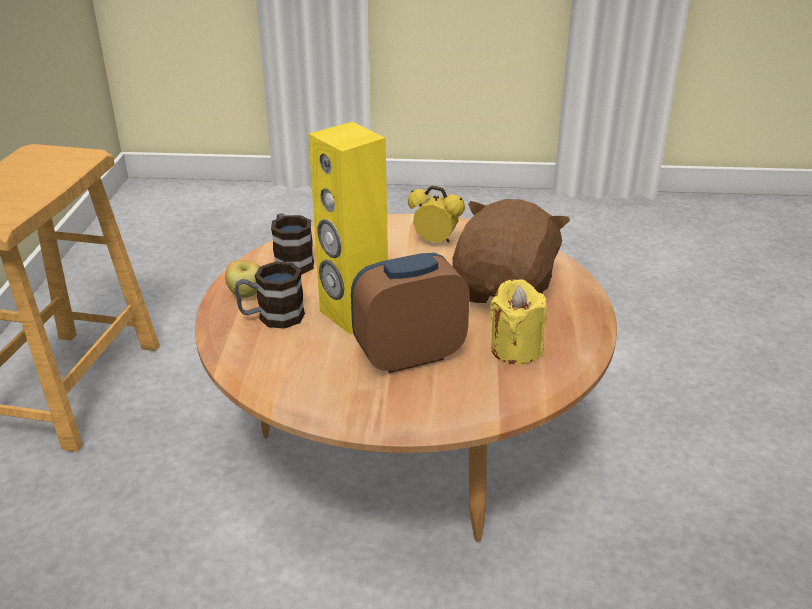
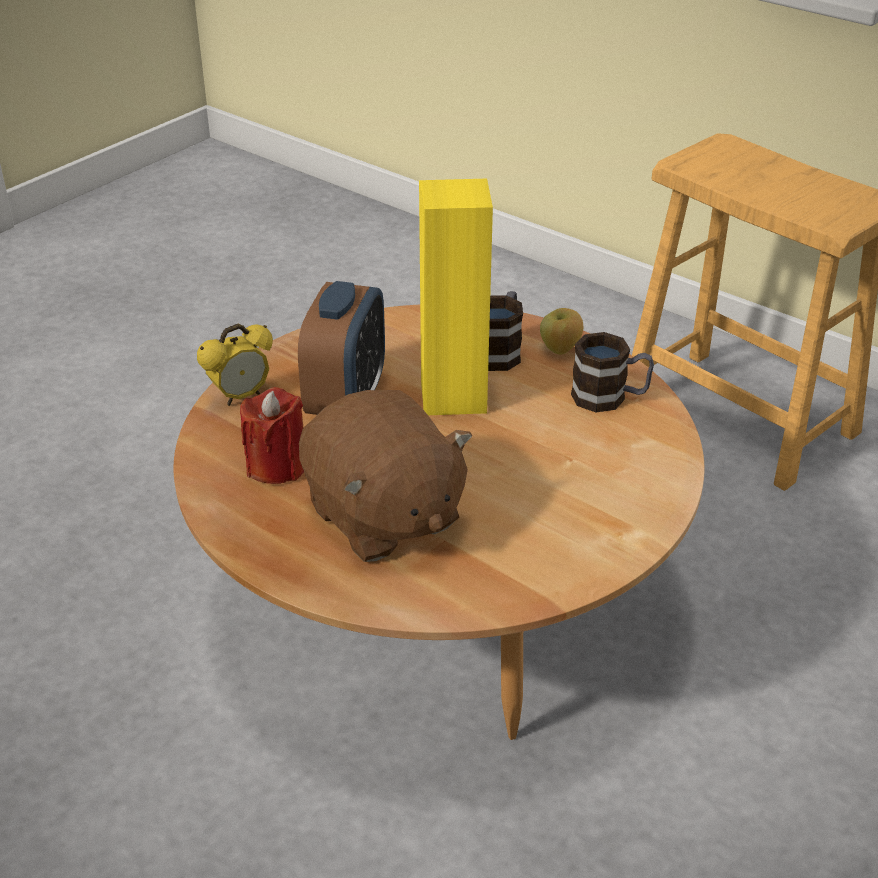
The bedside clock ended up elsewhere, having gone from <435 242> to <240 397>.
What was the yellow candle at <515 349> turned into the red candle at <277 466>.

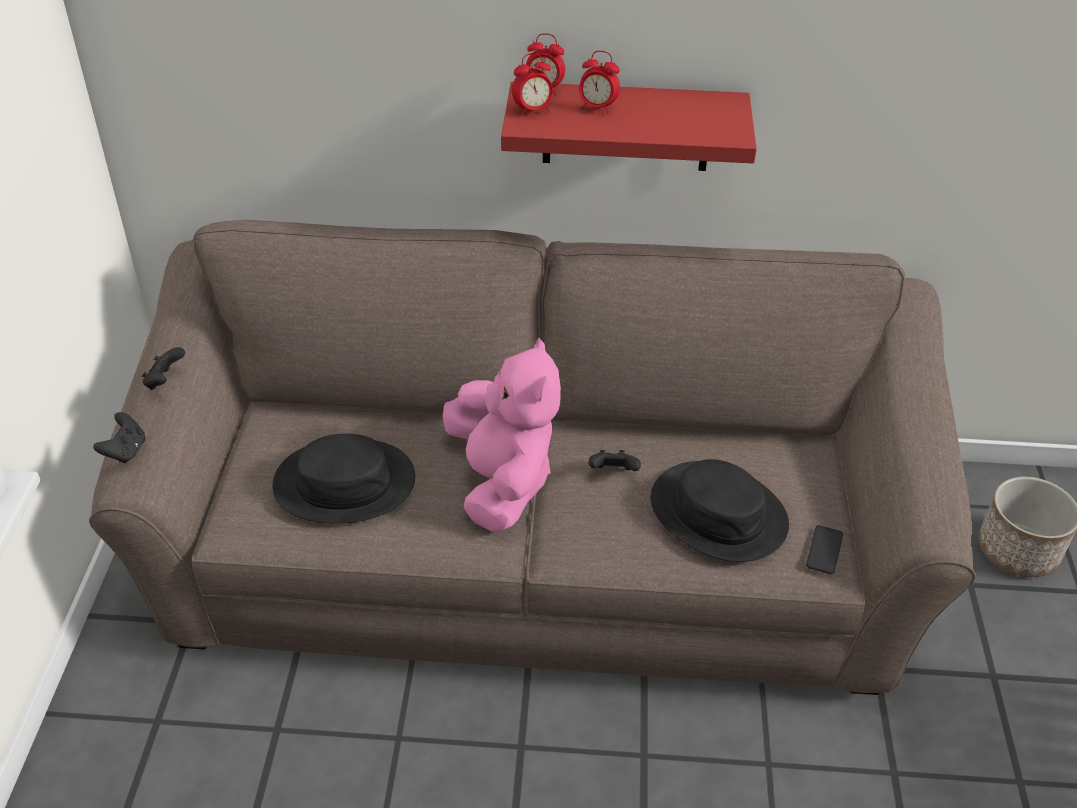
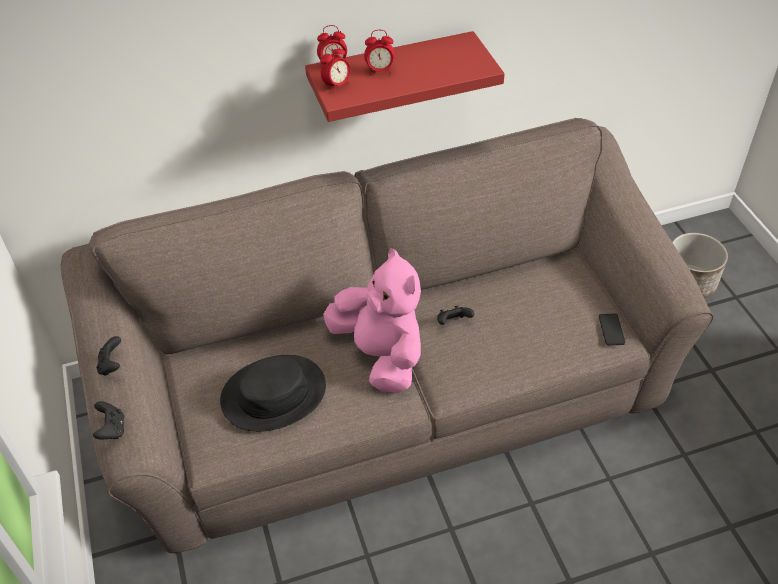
The second view lost the black-coloured hat at <718 513>.

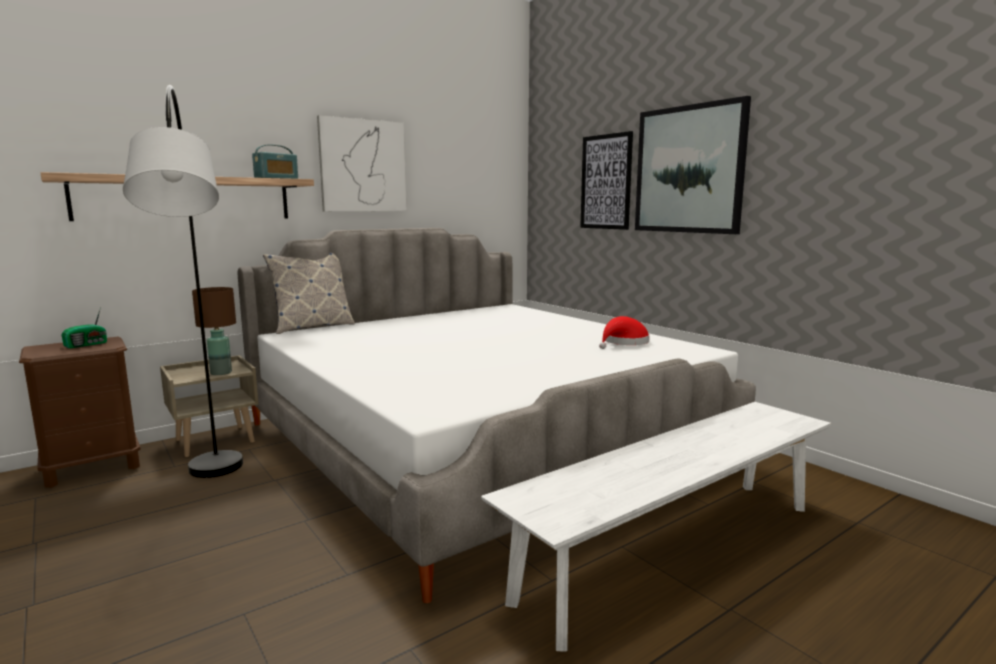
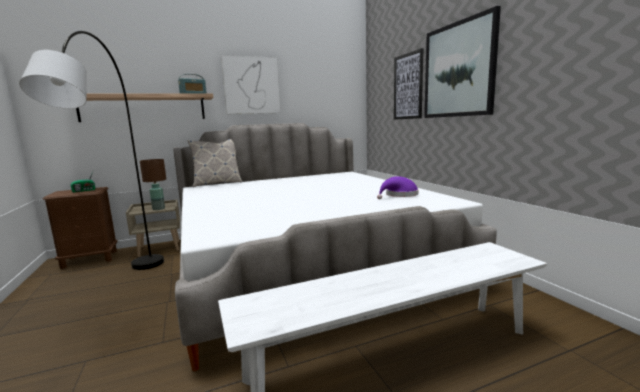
What was the red hat at <624 343> turned into the purple hat at <399 195>.

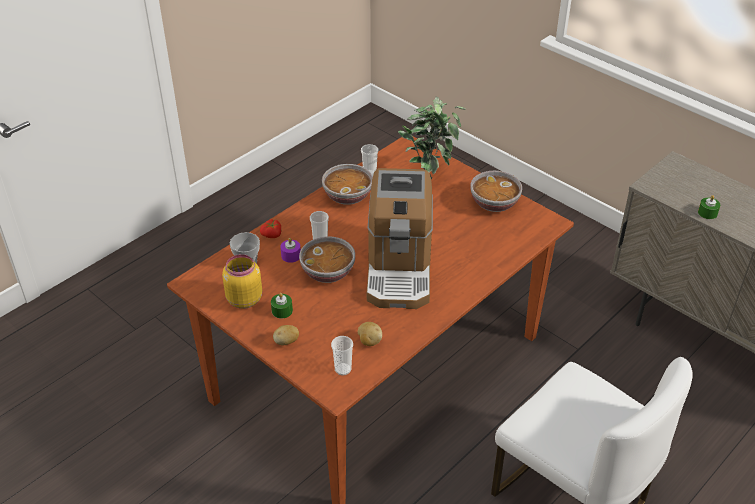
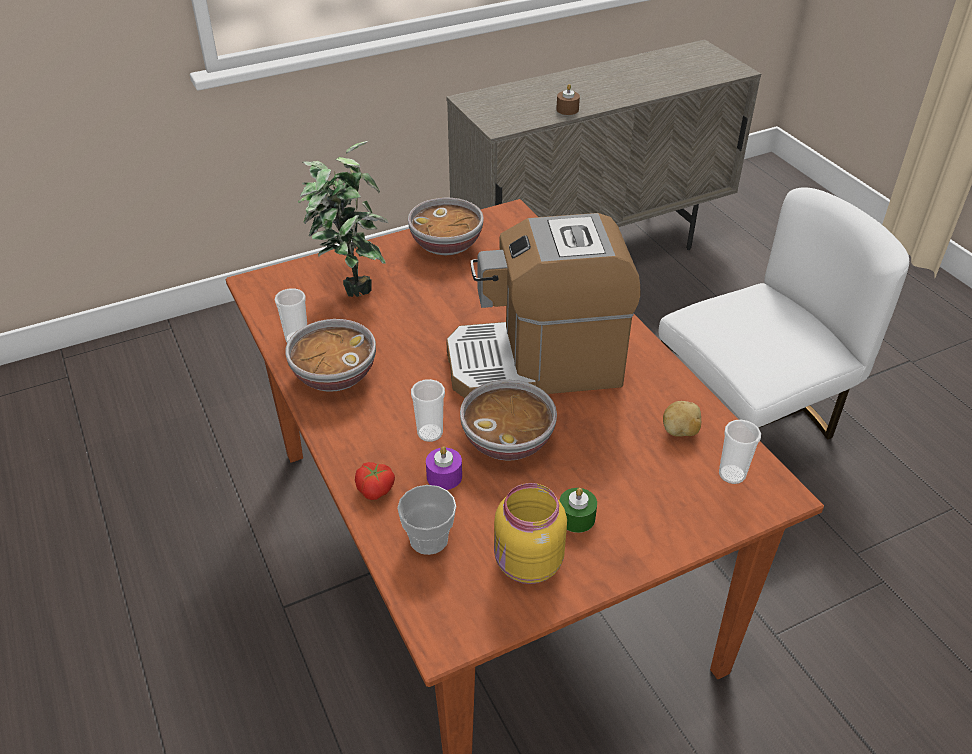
The coffee machine at <399 269> ended up facing another way, 150 degrees clockwise from before.
What was the greenish candle at <707 213> turned into the brown-coloured candle at <567 109>.
The second view lost the whole potato at <286 342>.

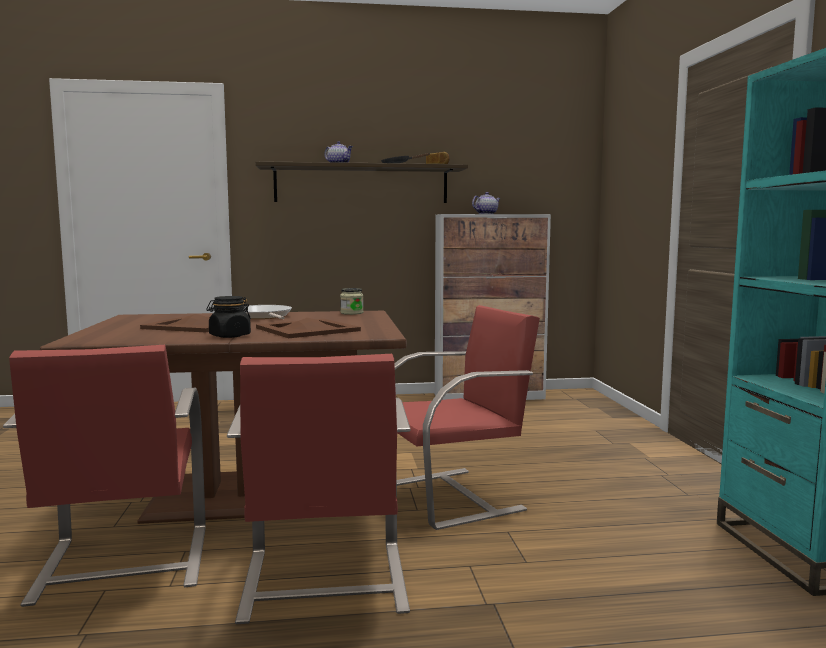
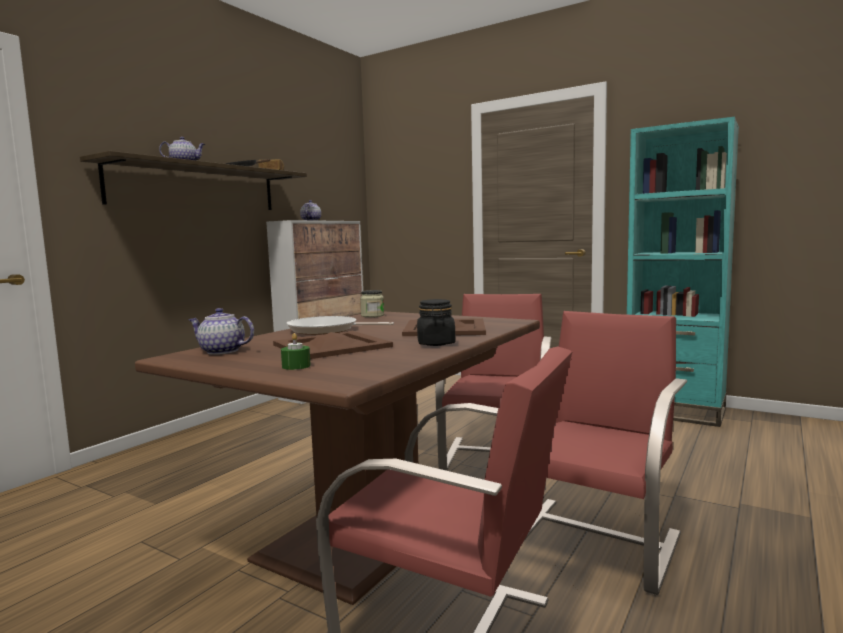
The second view gained the teapot at <221 351>.
The second view gained the greenish candle at <296 366>.
The red plain chair at <323 583> ended up facing another way, 90 degrees counterclockwise from before.

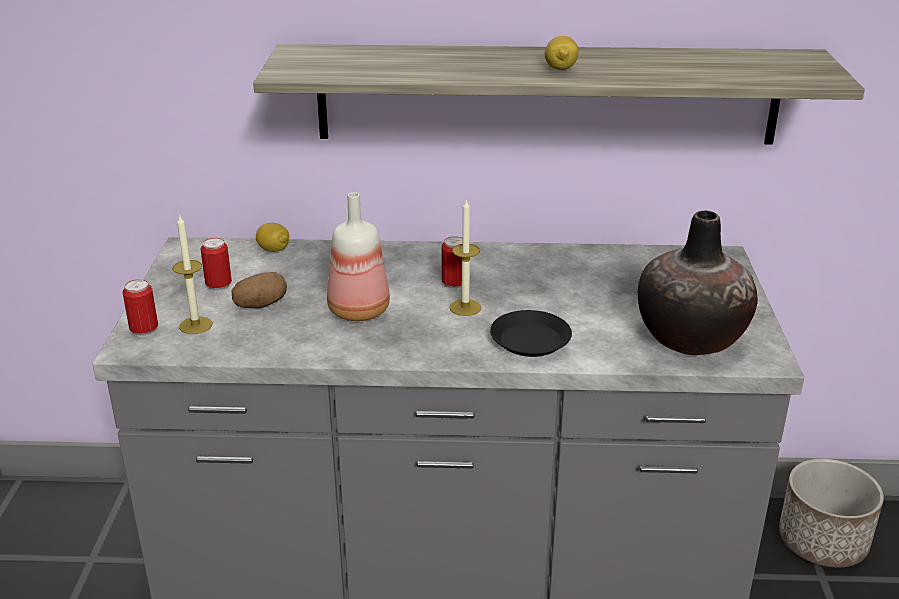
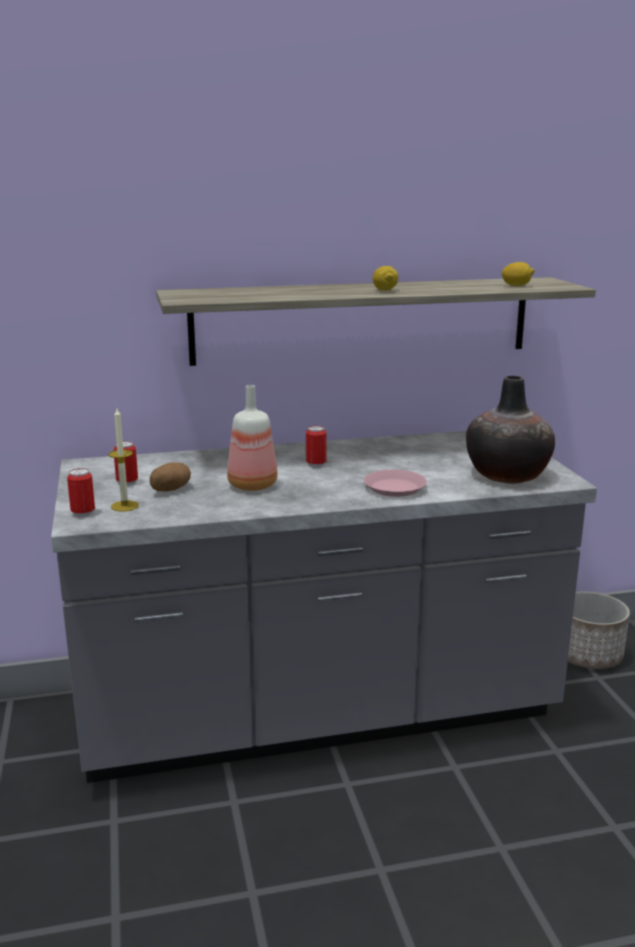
What was the black-coloured plate at <530 339> turned into the pink plate at <394 488>.
The lemon ended up elsewhere, having gone from <273 250> to <516 286>.
The second view lost the candle at <465 307>.

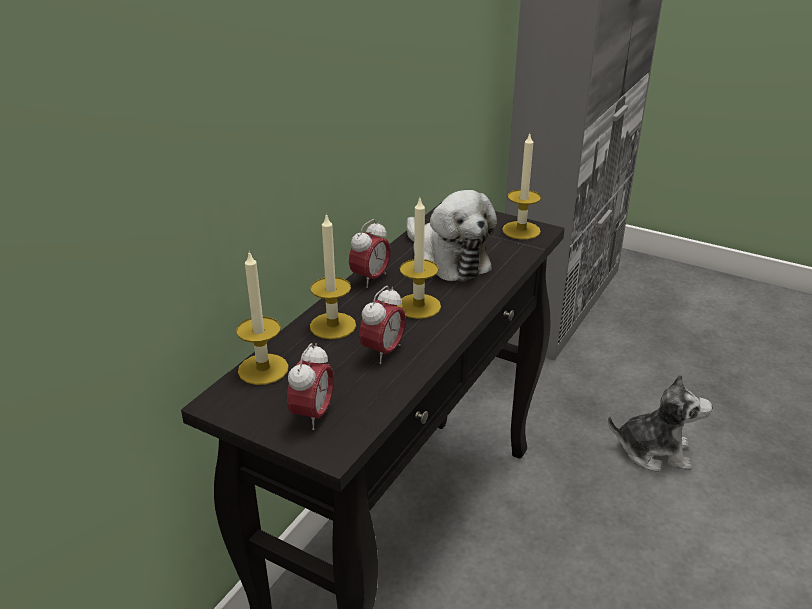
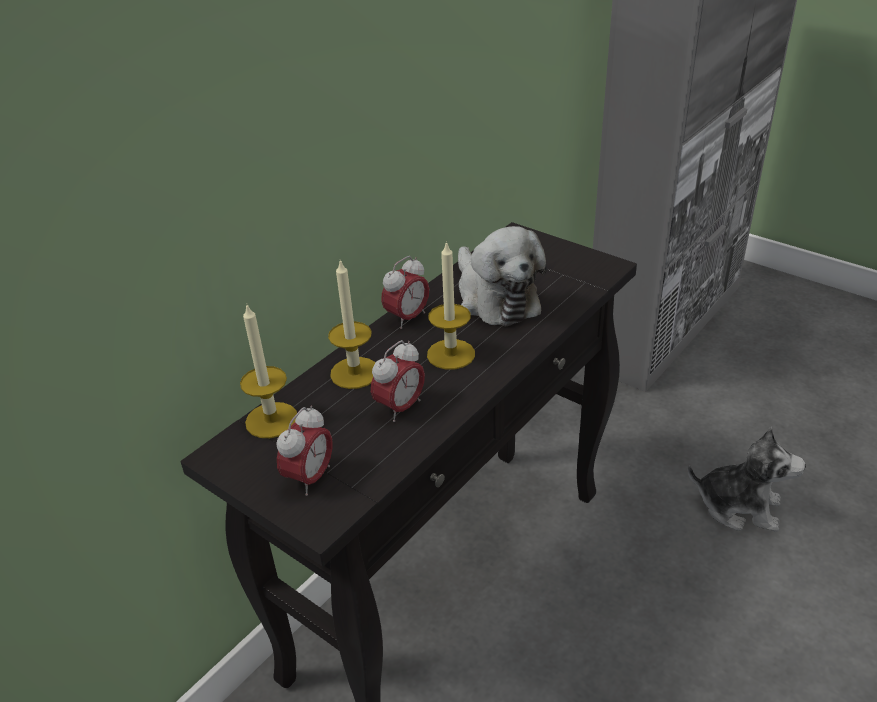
The second view lost the candle at <521 230>.

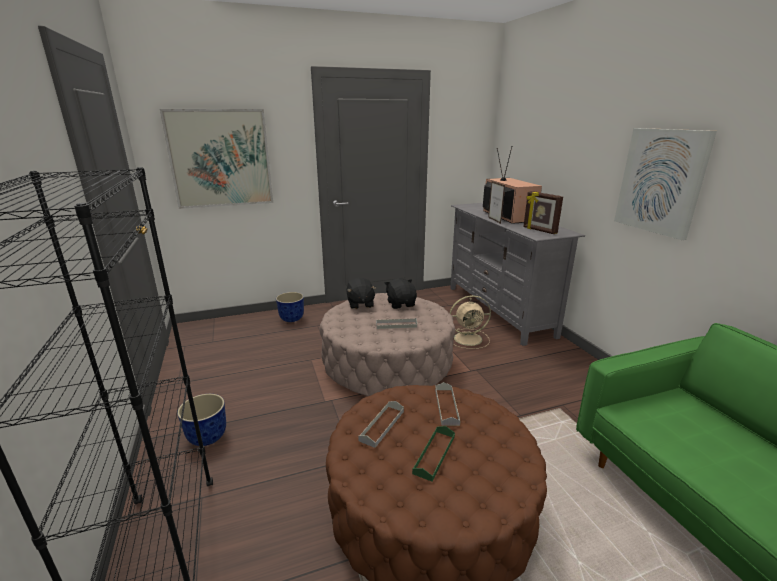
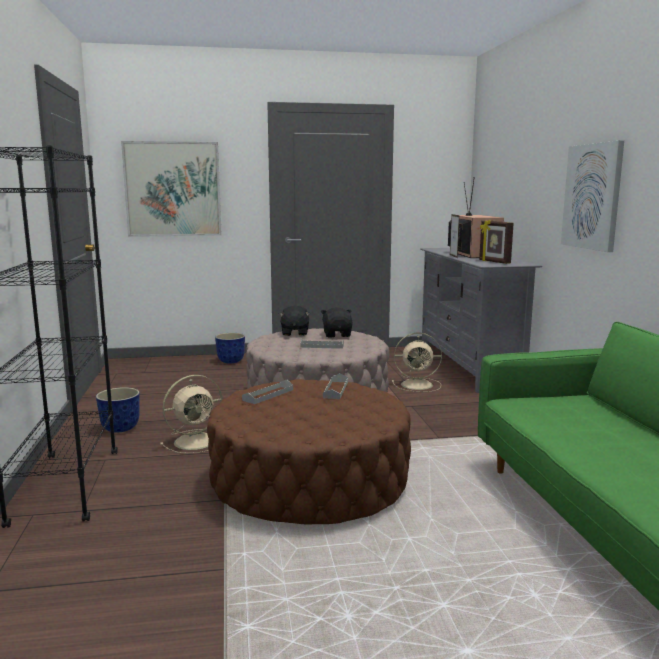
The second view gained the beige-coloured cooling fan at <196 441>.
The second view lost the greenish serving tray at <434 454>.

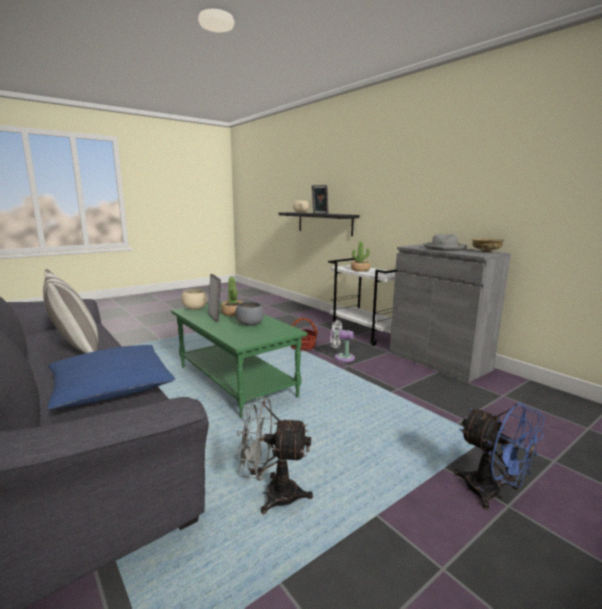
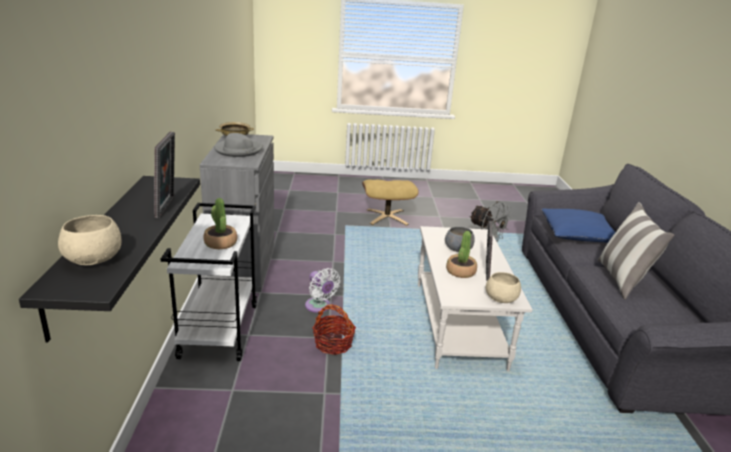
Where the blue-coloured cooling fan stood at <492 493>, the beige-coloured ottoman came to stand at <387 217>.
What was the greenish low table at <234 381> turned into the white-coloured low table at <459 324>.

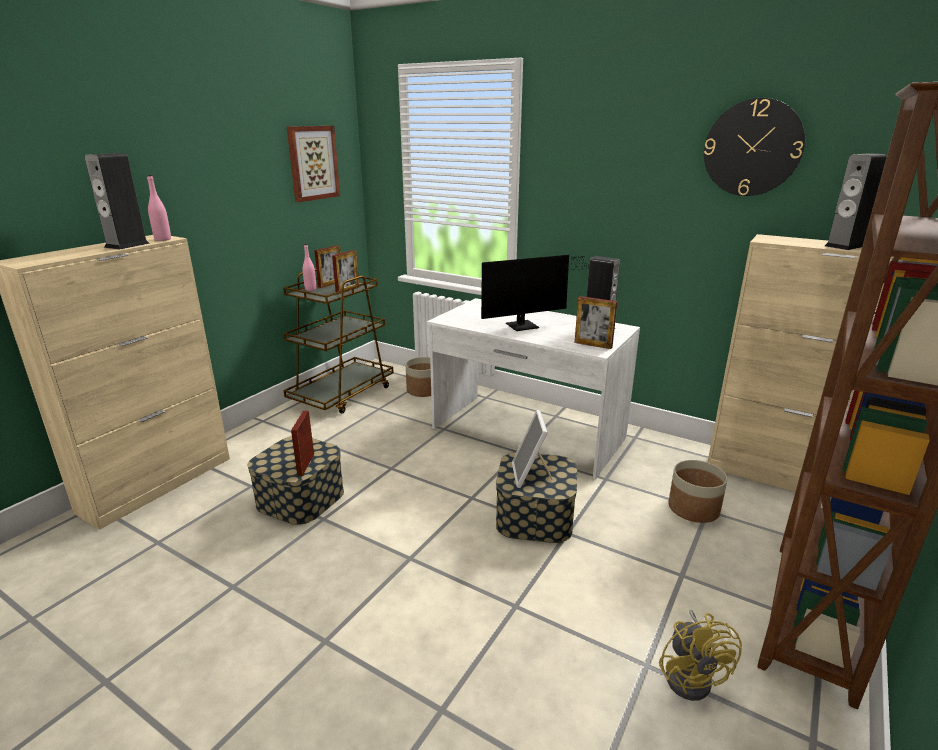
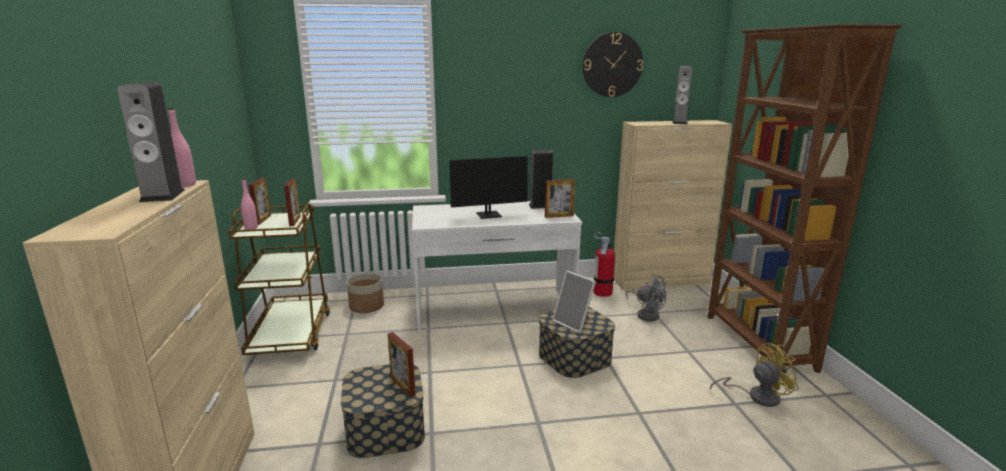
The computer screen at <527 325> ended up facing another way, 45 degrees clockwise from before.
The second view gained the extinguisher at <602 292>.
Where the planter stood at <693 508>, the grey cooling fan came to stand at <646 314>.
The yellow cooling fan at <692 676> ended up facing another way, 60 degrees counterclockwise from before.
The second view lost the picture at <312 163>.

